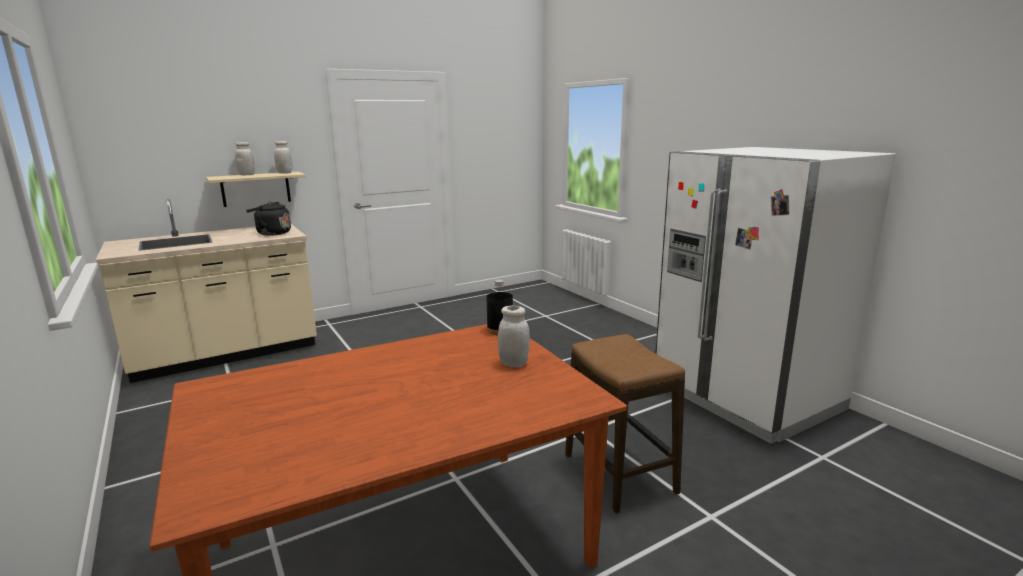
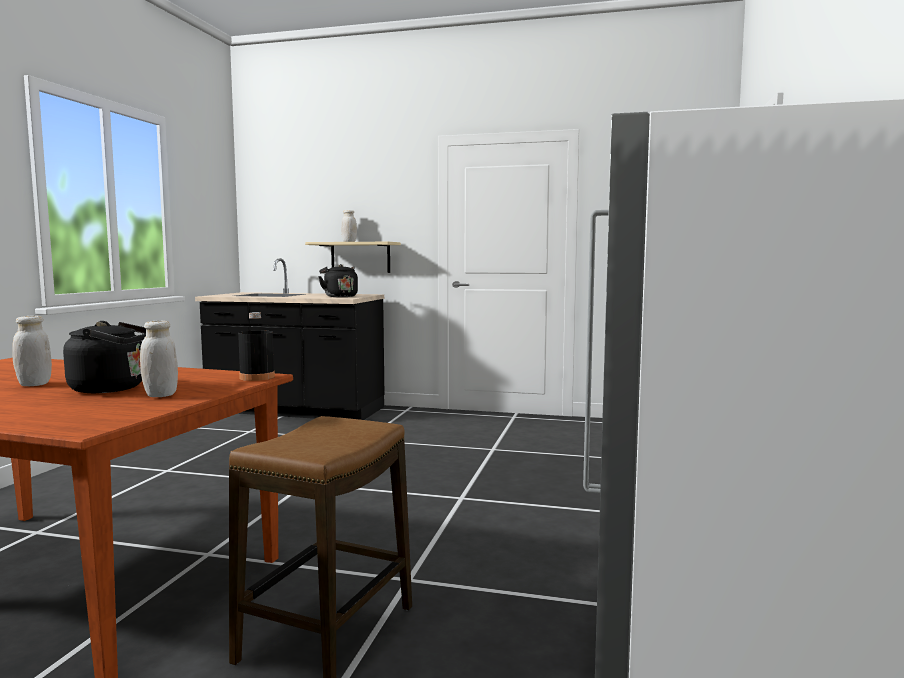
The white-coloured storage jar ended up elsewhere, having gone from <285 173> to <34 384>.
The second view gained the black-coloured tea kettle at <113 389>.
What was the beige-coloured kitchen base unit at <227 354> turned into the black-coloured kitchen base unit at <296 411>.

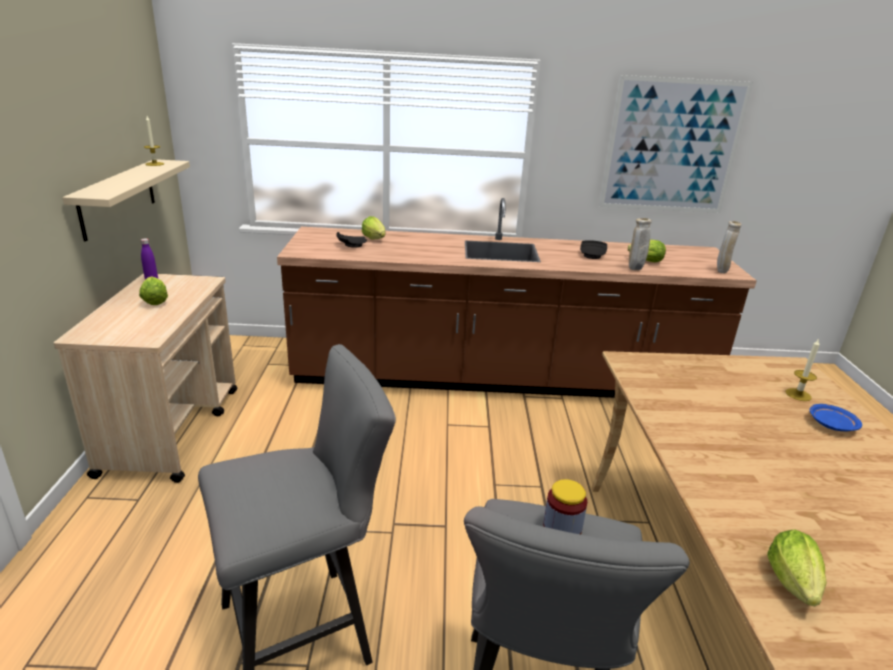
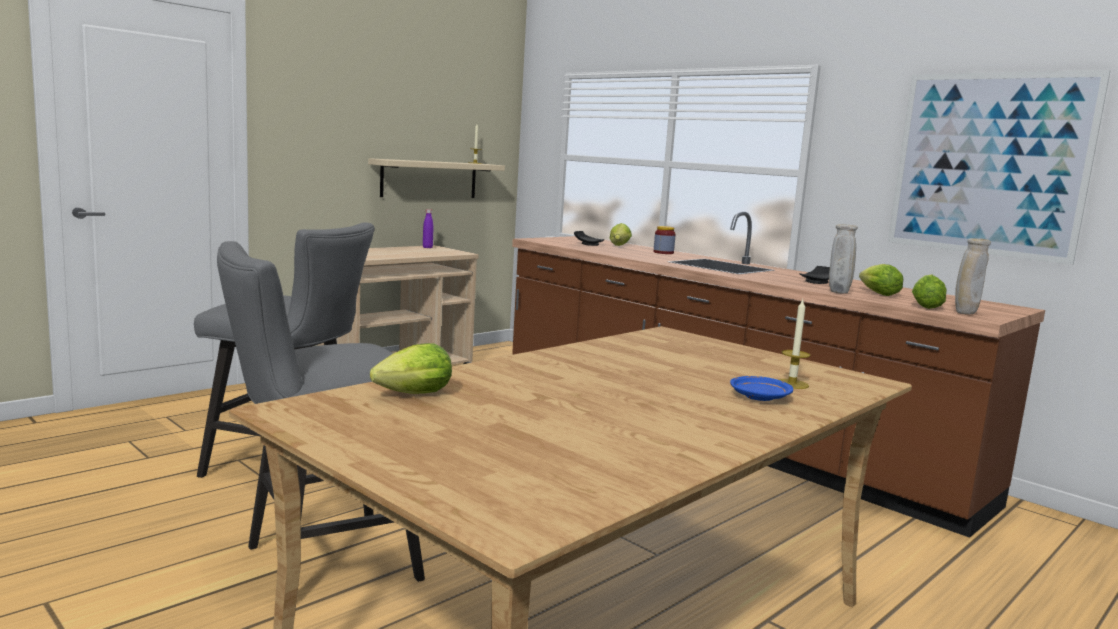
The storage jar ended up elsewhere, having gone from <562 528> to <663 252>.
The head of lettuce ended up elsewhere, having gone from <155 301> to <925 306>.

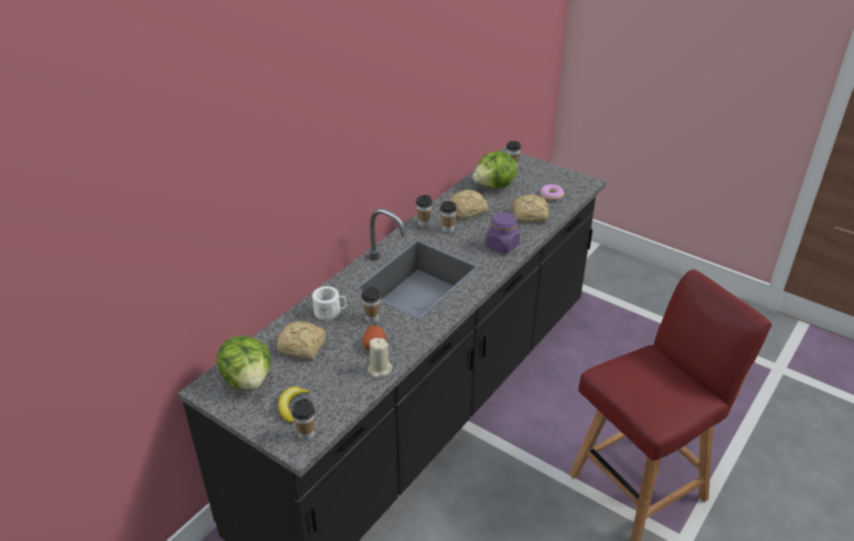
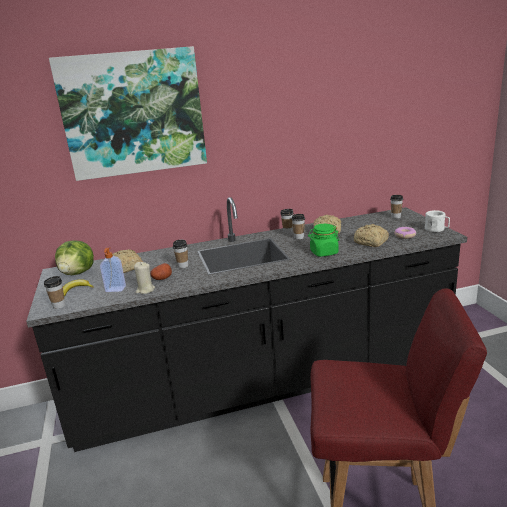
The second view gained the picture at <133 113>.
The second view gained the soap dispenser at <115 289>.
What was the purple storage jar at <502 245> turned into the greenish storage jar at <324 252>.
The white-coloured mug ended up elsewhere, having gone from <330 312> to <436 229>.
The second view lost the head of lettuce at <495 186>.

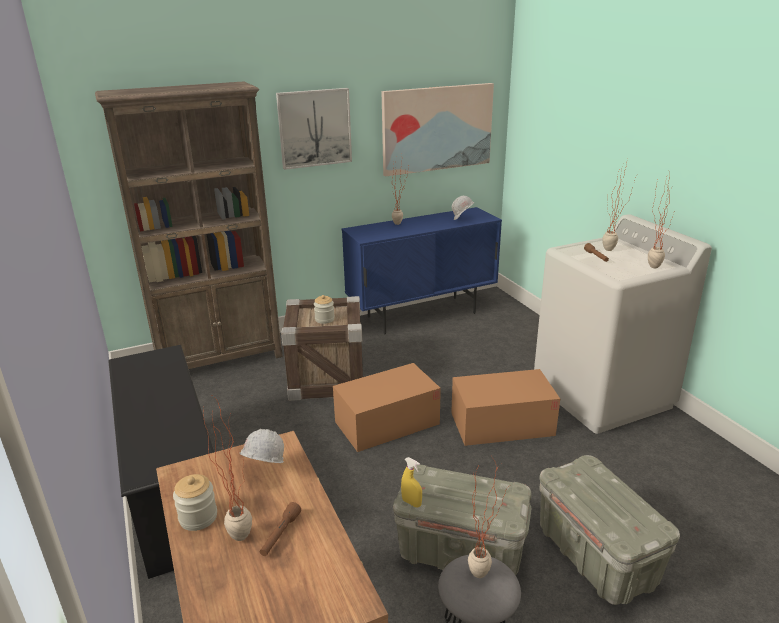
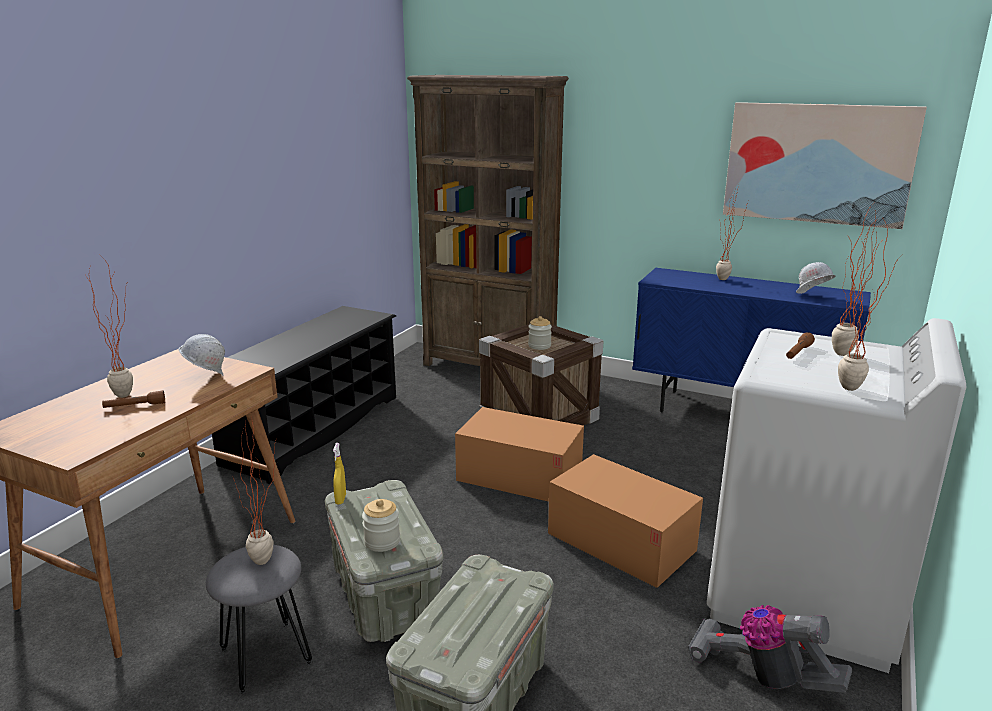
The storage jar ended up elsewhere, having gone from <198 517> to <382 541>.
The second view gained the hoover at <761 675>.
The second view lost the picture at <314 128>.

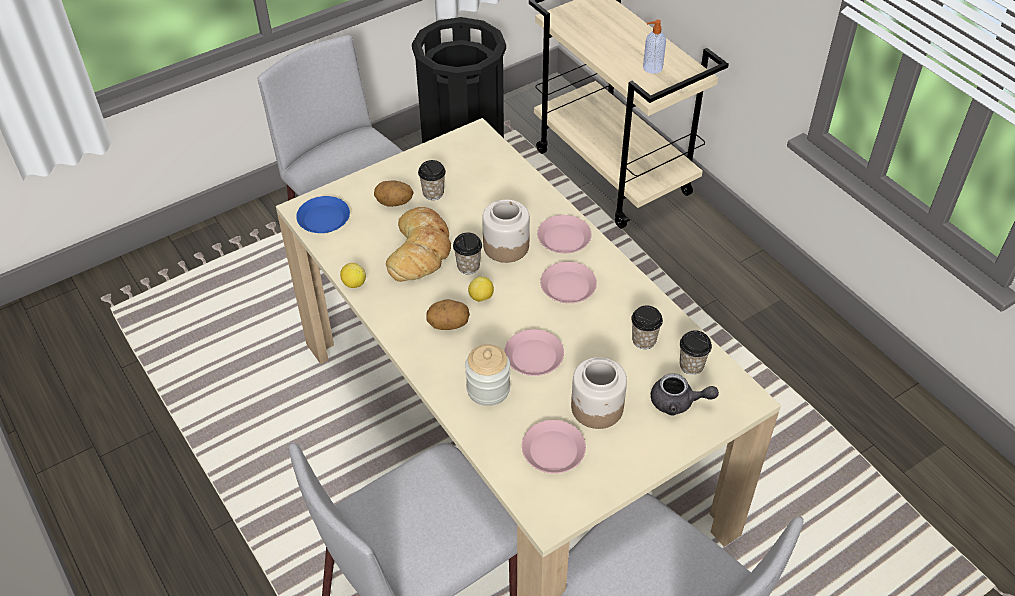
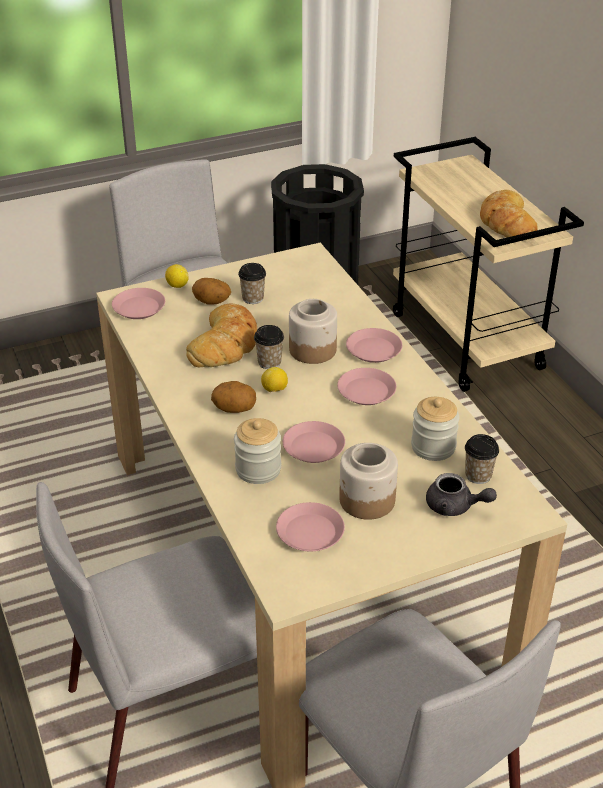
What was the blue-coloured plate at <323 219> turned into the pink plate at <138 308>.
The lemon ended up elsewhere, having gone from <354 283> to <177 285>.
Where the small cup stood at <644 340>, the storage jar came to stand at <433 447>.
Where the soap dispenser stood at <652 68>, the baked bread came to stand at <506 222>.

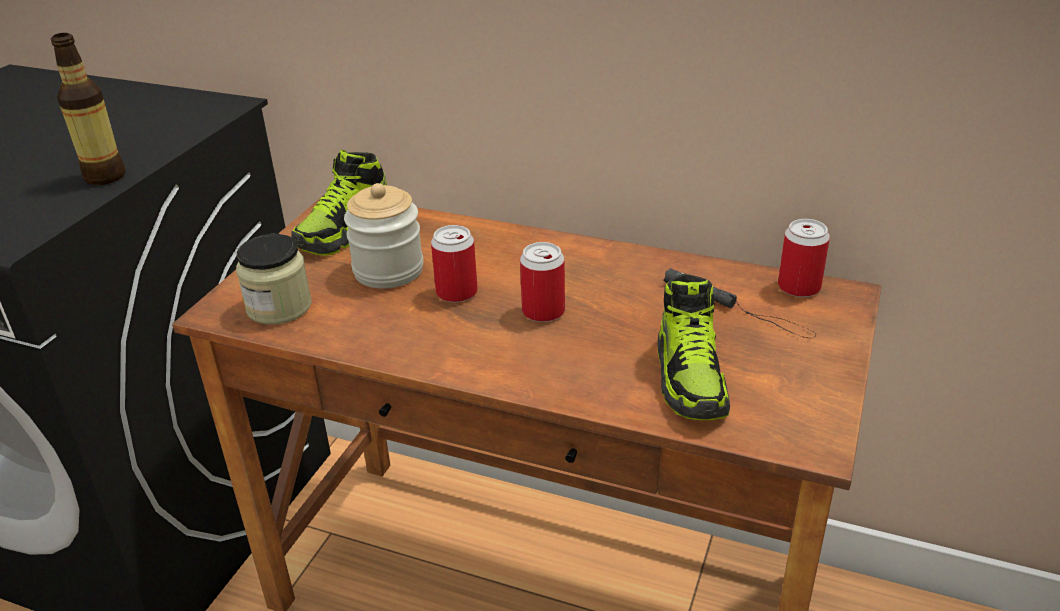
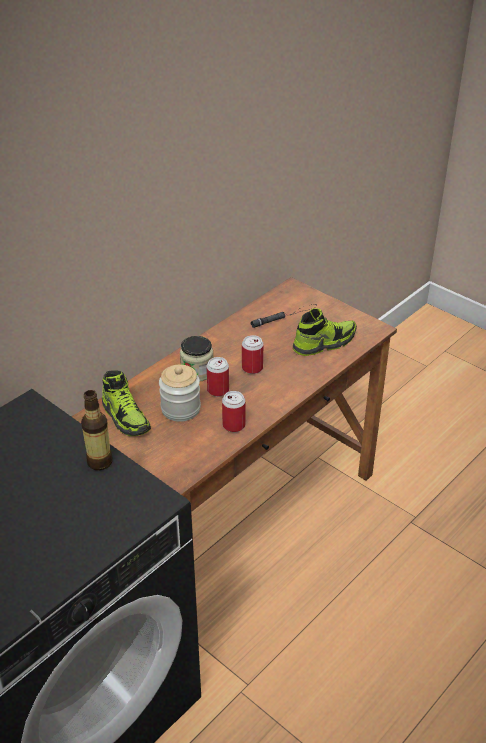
The storage jar ended up elsewhere, having gone from <279 307> to <197 372>.
The metal can ended up elsewhere, having gone from <799 287> to <233 425>.
The low shoe at <690 378> ended up facing another way, 45 degrees counterclockwise from before.

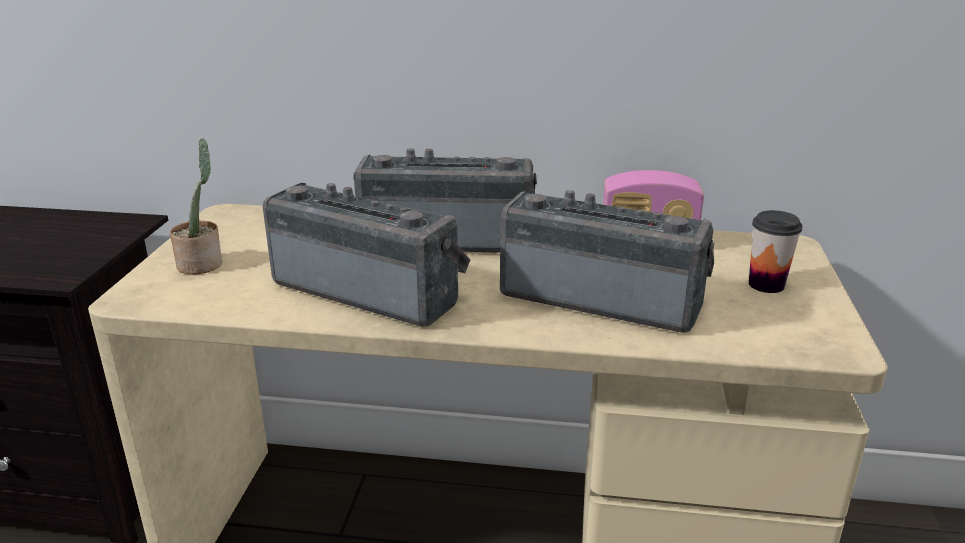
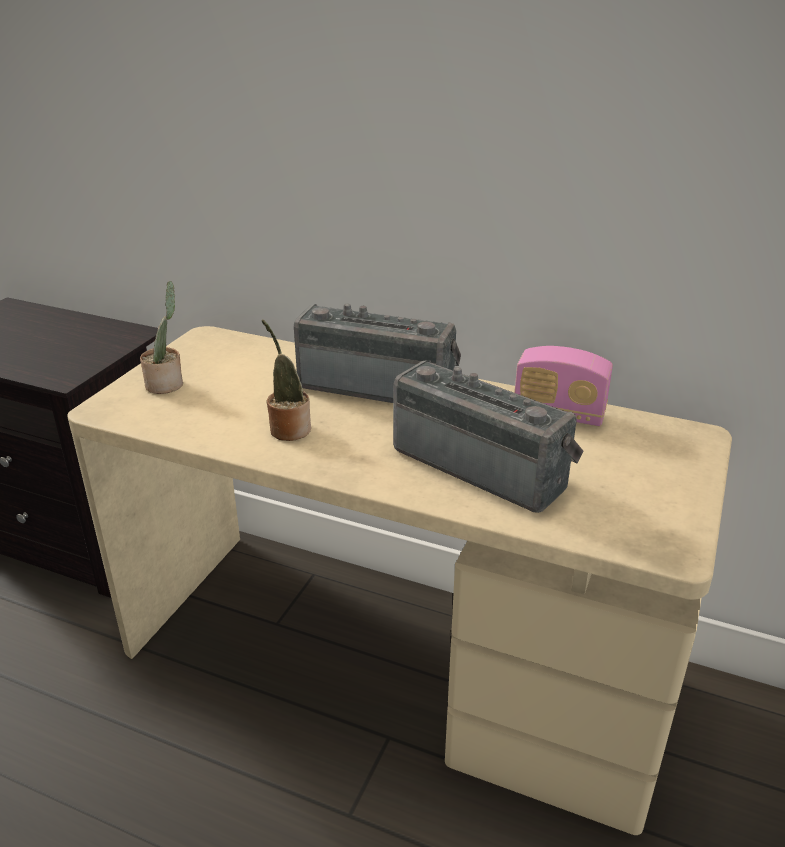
Where the radio set stood at <370 290>, the plant in a pot came to stand at <288 429>.
The second view lost the small cup at <766 285>.

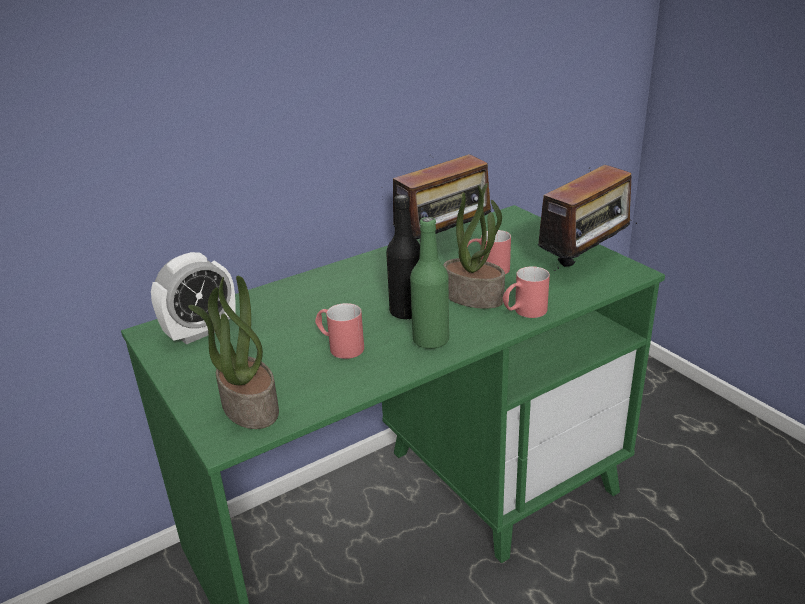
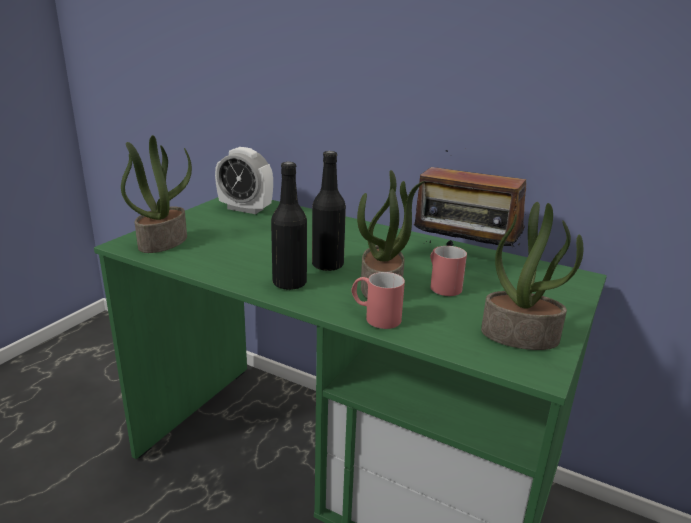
What was the greenish beverage bottle at <431 340> turned into the black-coloured beverage bottle at <289 283>.
Where the radio set stood at <584 263>, the plant in a pot came to stand at <520 335>.
The second view lost the red mug at <340 346>.

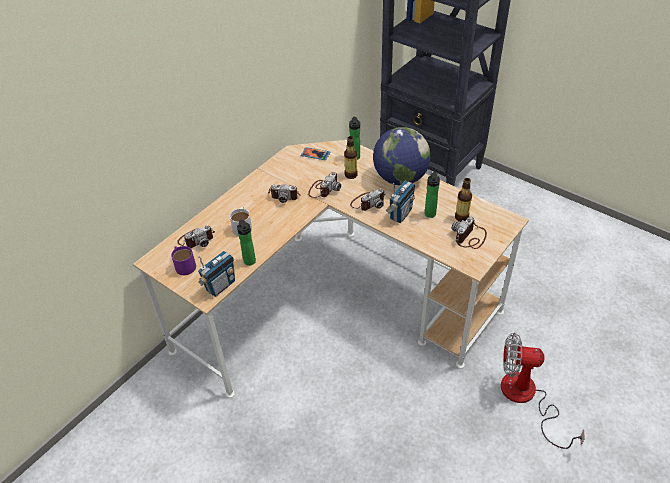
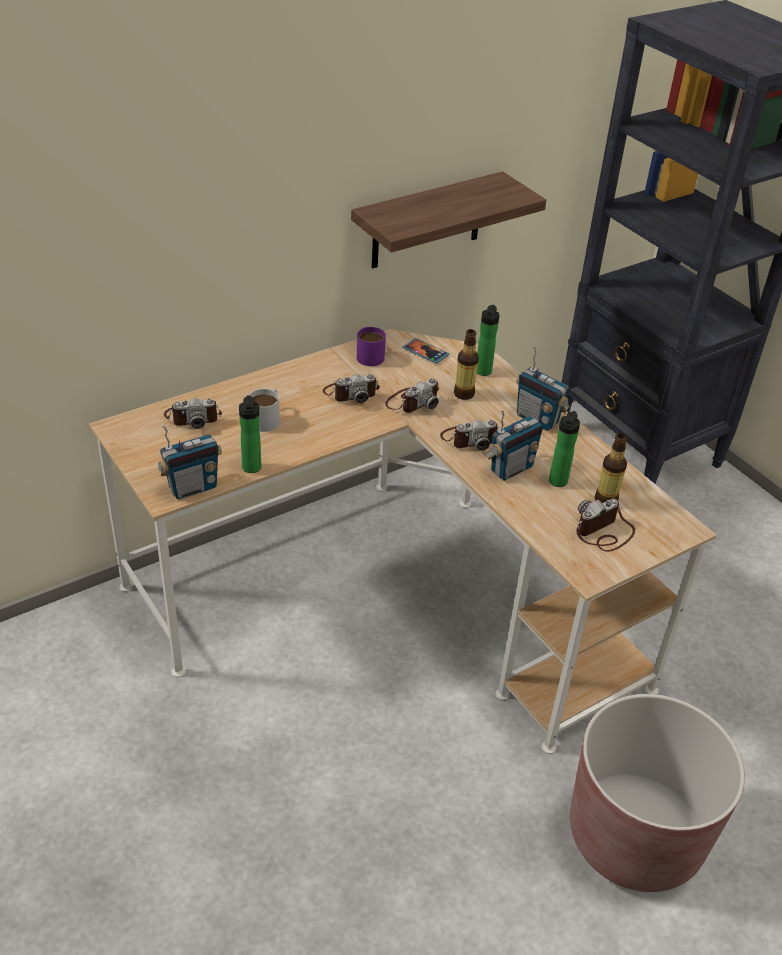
The photo camera at <284 194> ended up facing another way, 45 degrees counterclockwise from before.
The second view gained the wall shelf at <427 221>.
The purple mug ended up elsewhere, having gone from <184 264> to <369 354>.
Where the globe stood at <400 178>, the radio set came to stand at <537 419>.
Where the cooling fan stood at <526 398>, the brown-coloured planter came to stand at <635 836>.

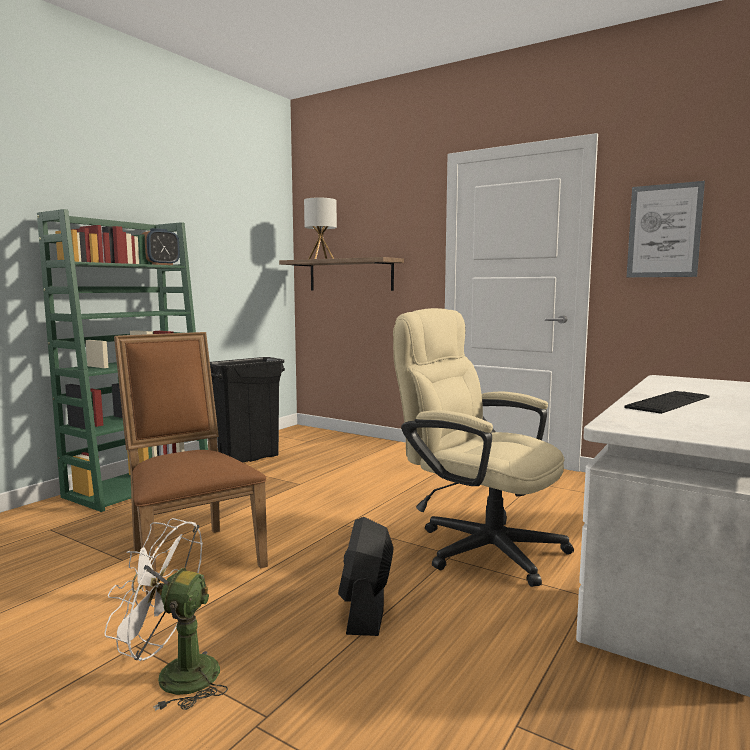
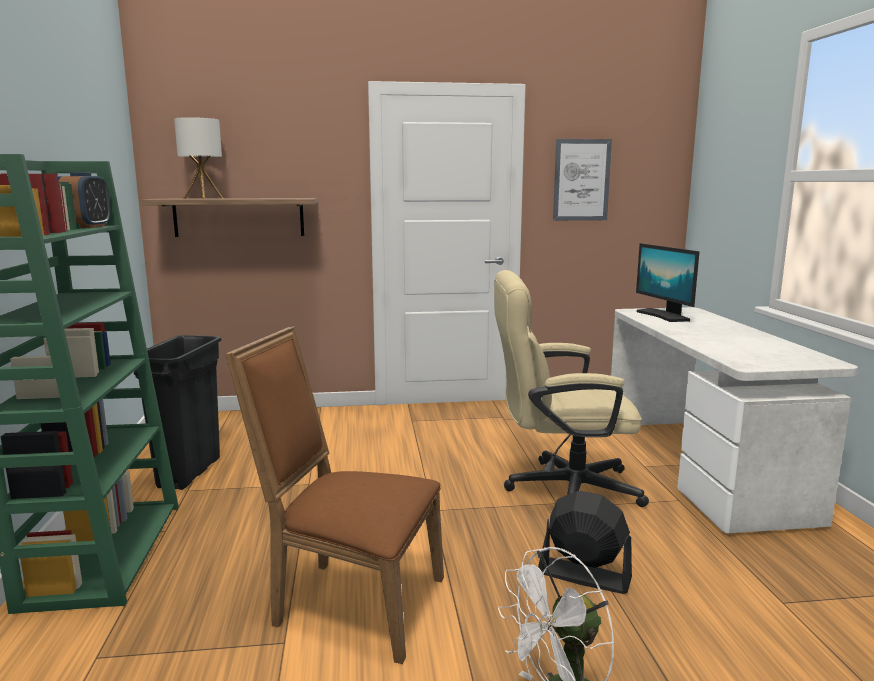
The black-coloured cooling fan at <365 610> ended up facing another way, 150 degrees clockwise from before.
The second view gained the computer screen at <663 316>.
The second view lost the keyboard at <668 402>.

